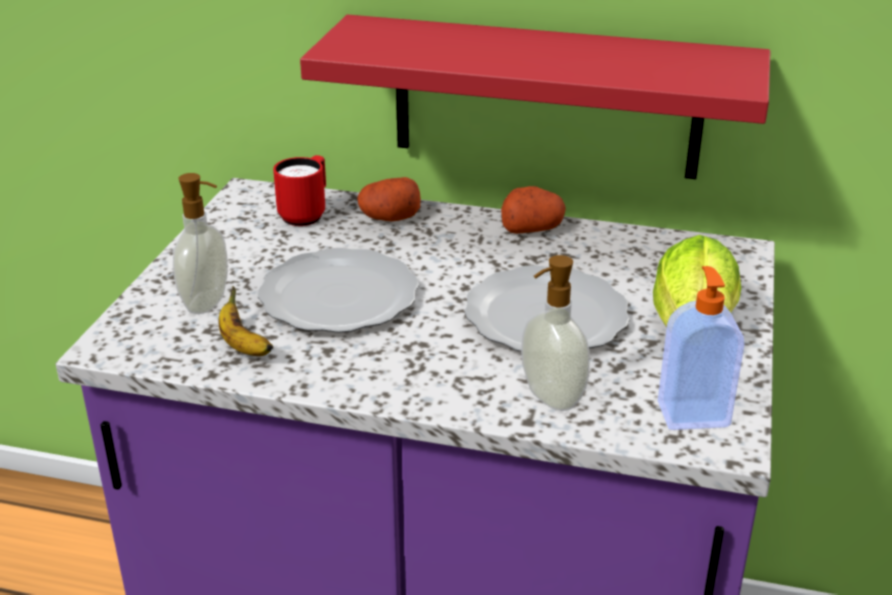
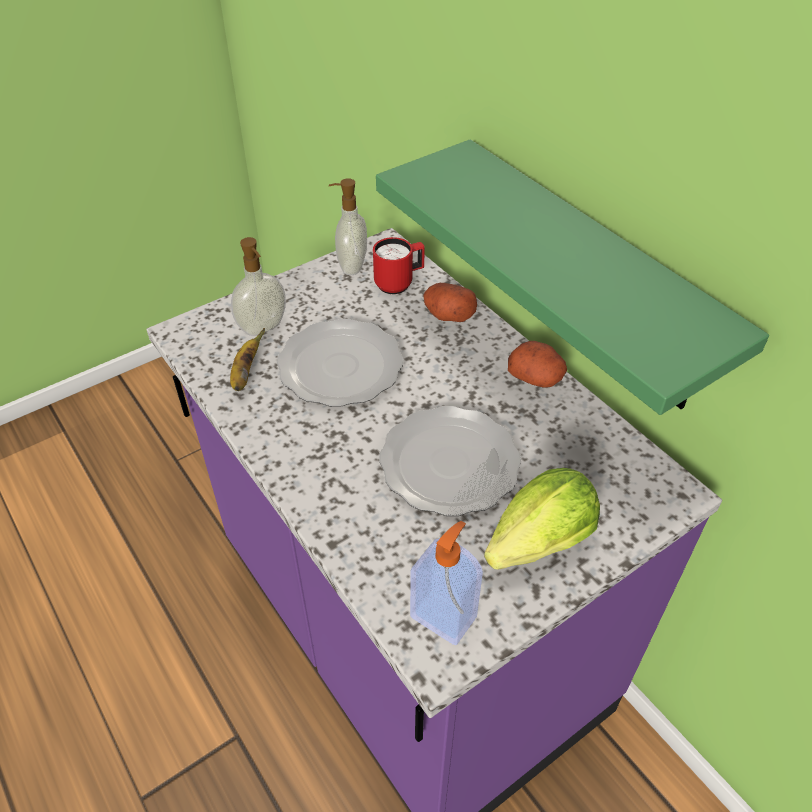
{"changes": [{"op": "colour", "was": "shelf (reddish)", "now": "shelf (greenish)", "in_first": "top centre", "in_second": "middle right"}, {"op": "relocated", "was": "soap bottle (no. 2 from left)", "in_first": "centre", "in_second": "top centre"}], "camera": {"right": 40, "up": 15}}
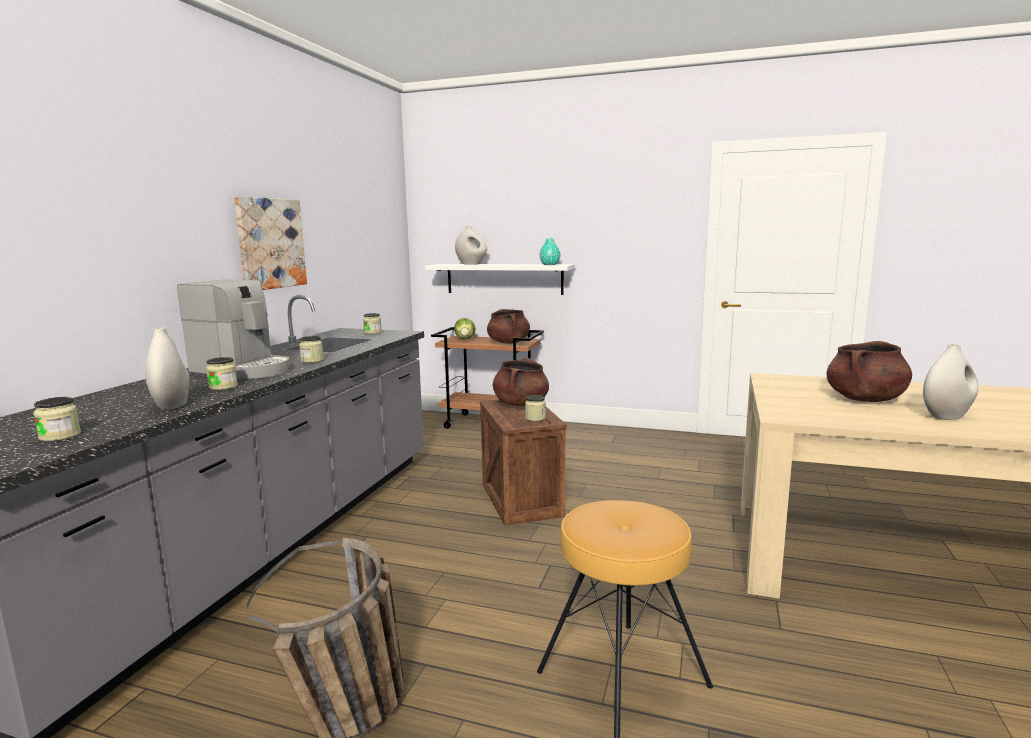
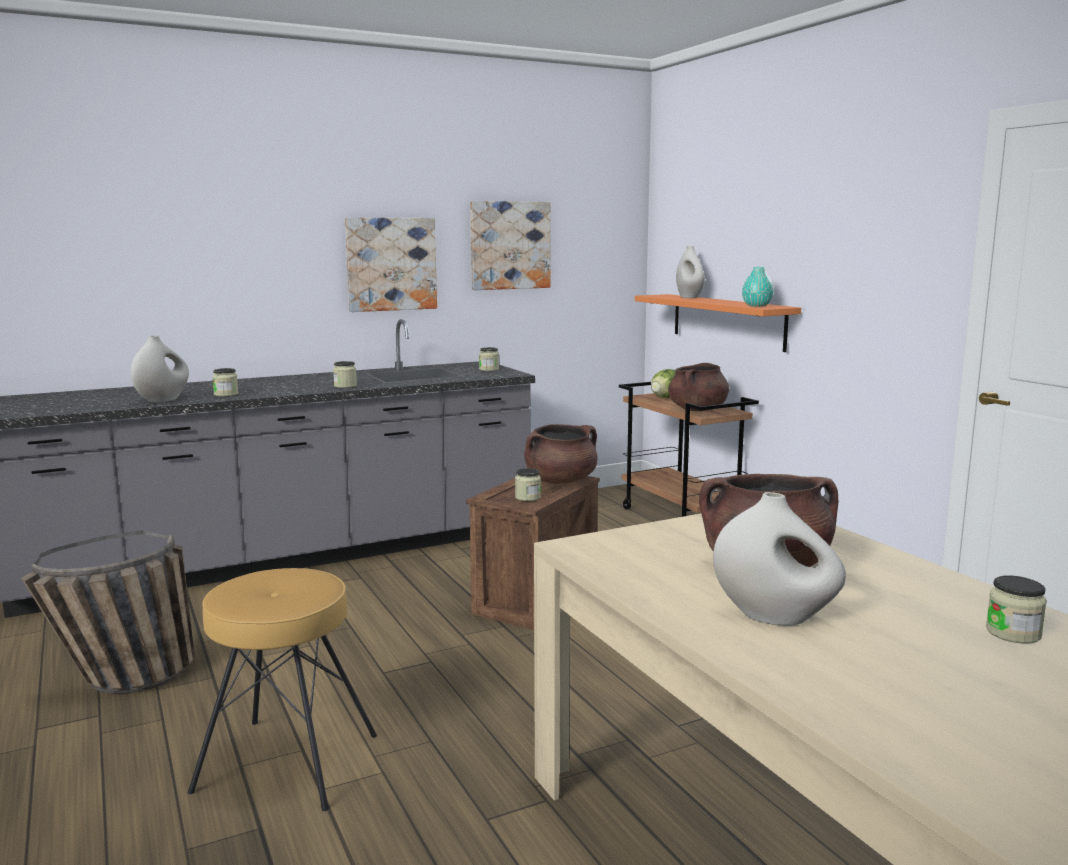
{"changes": [{"op": "relocated", "was": "jar (no. 1 from left in the first image)", "now": "jar (no. 5 from left)", "in_first": "middle left", "in_second": "bottom right"}, {"op": "missing", "was": "coffee machine", "in_first": "middle left"}, {"op": "colour", "was": "shelf (whitish)", "now": "shelf (orange)", "in_first": "centre", "in_second": "middle right"}, {"op": "appeared", "now": "wall art (no. 2 from left)", "in_second": "top centre"}], "camera": {"right": 45, "up": 0}}
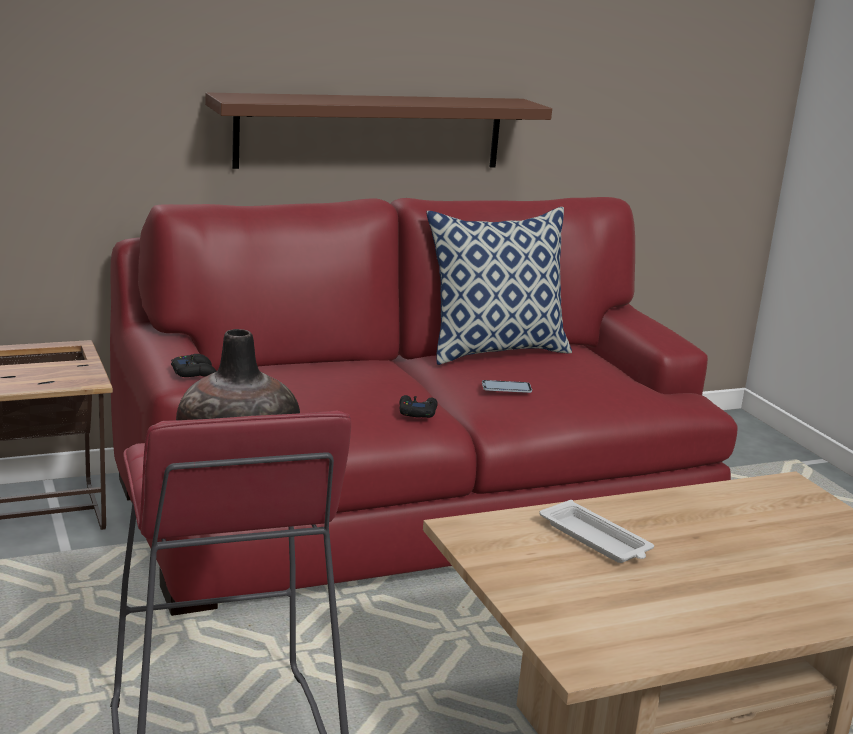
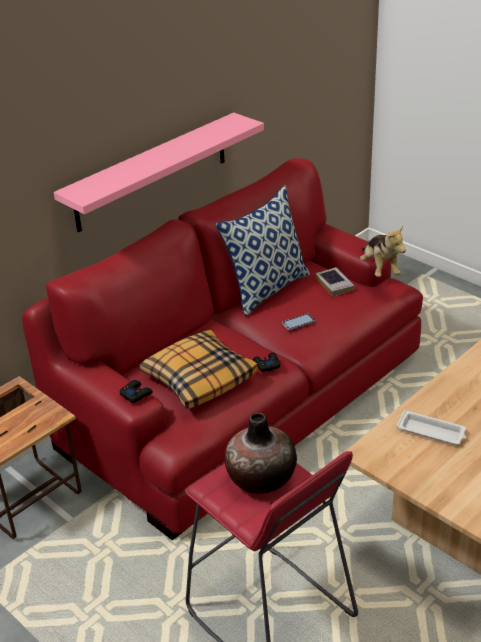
{"changes": [{"op": "colour", "was": "shelf (brownish)", "now": "shelf (pink)", "in_first": "top centre", "in_second": "top left"}, {"op": "appeared", "now": "cushion (no. 1 from left)", "in_second": "centre"}, {"op": "appeared", "now": "book", "in_second": "middle right"}, {"op": "appeared", "now": "cuddly toy", "in_second": "middle right"}], "camera": {"right": -20, "up": 15}}
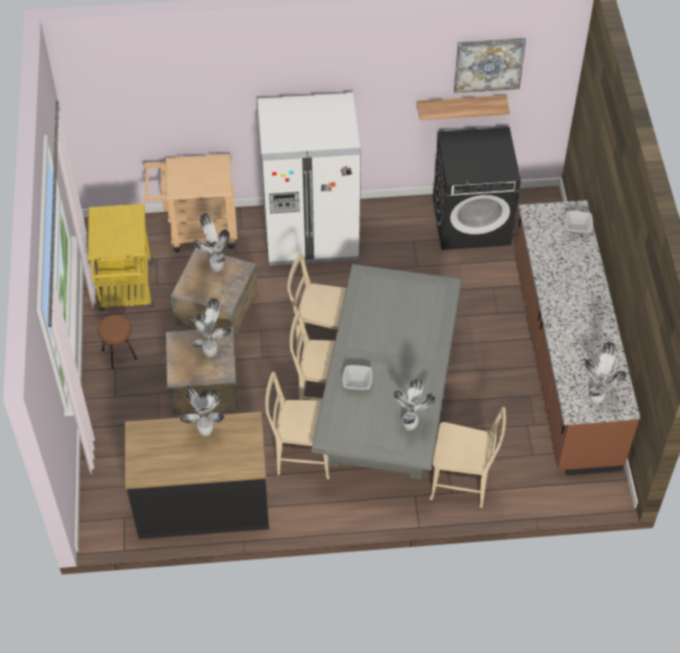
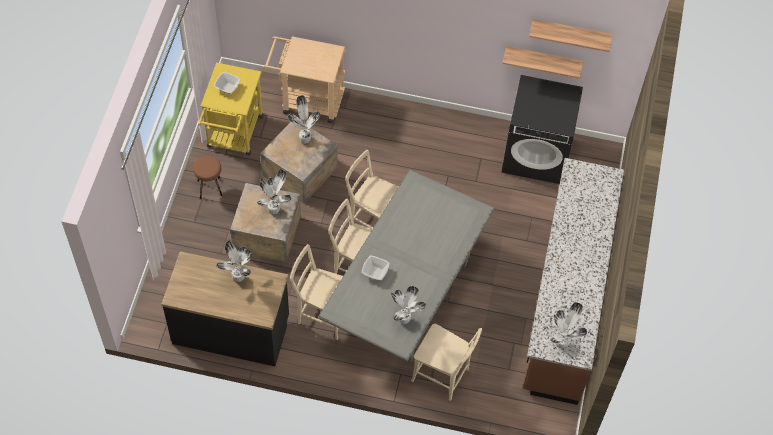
{"changes": [{"op": "missing", "was": "fridge (whitish)", "in_first": "top centre"}, {"op": "exchanged", "was": "wall art", "now": "shelf (no. 2 from left)", "in_first": "top right", "in_second": "top right"}, {"op": "relocated", "was": "bowl (no. 2 from left in the first image)", "now": "bowl (no. 1 from left)", "in_first": "middle right", "in_second": "top left"}], "camera": {"right": 15, "up": 5}}
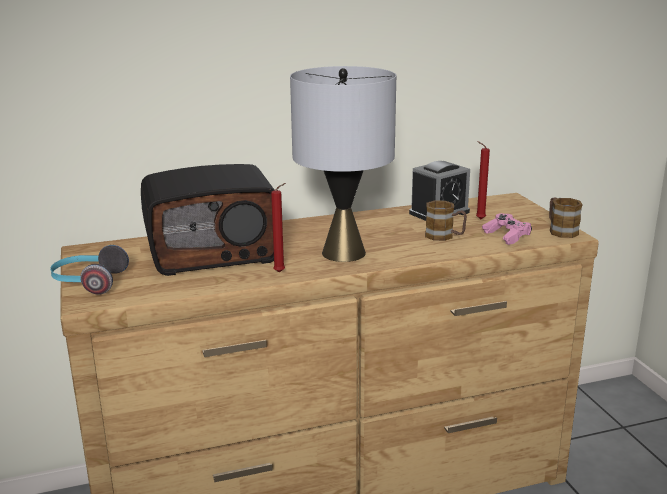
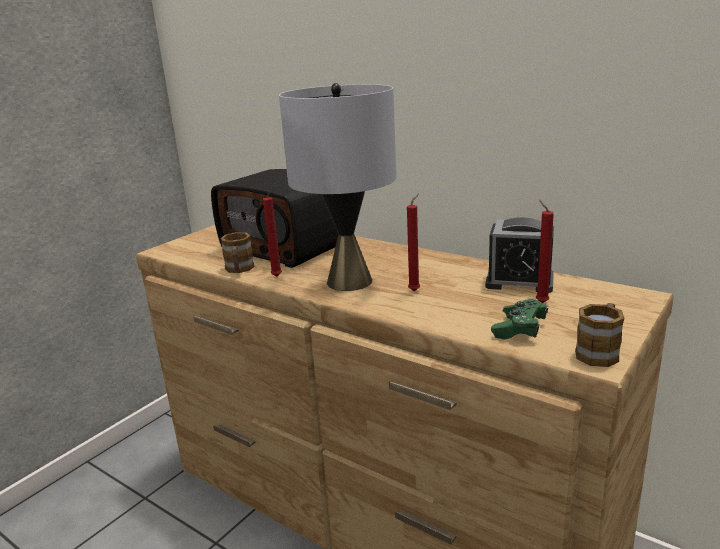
{"changes": [{"op": "missing", "was": "pair of headphones", "in_first": "middle left"}, {"op": "relocated", "was": "coffee mug (no. 1 from left)", "in_first": "middle right", "in_second": "middle left"}, {"op": "colour", "was": "joypad (pink)", "now": "joypad (greenish)", "in_first": "middle right", "in_second": "middle right"}, {"op": "appeared", "now": "candle (reddish) (no. 2 from left)", "in_second": "centre"}], "camera": {"right": 55, "up": 0}}
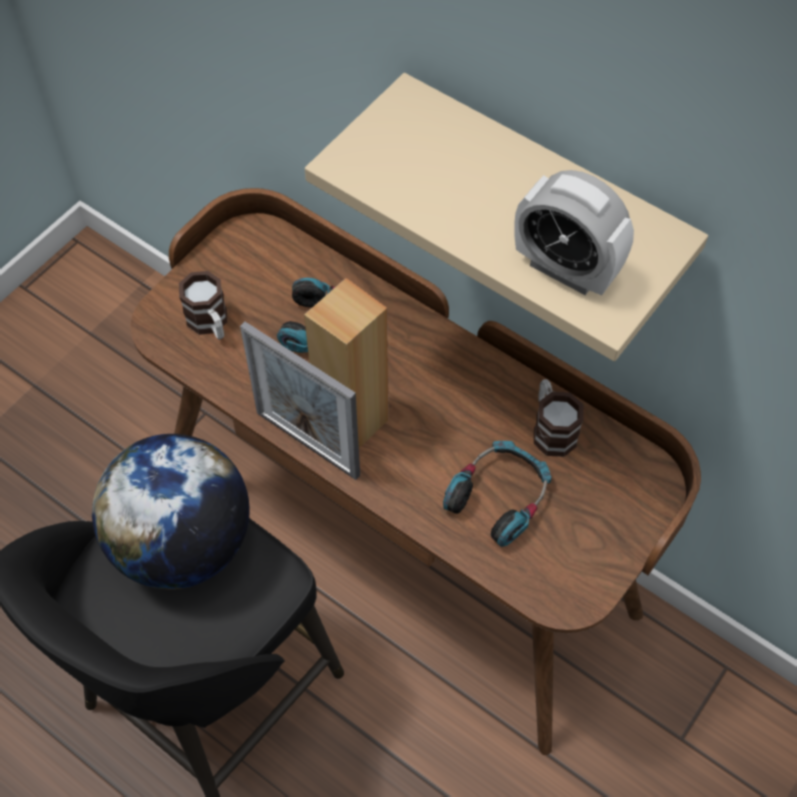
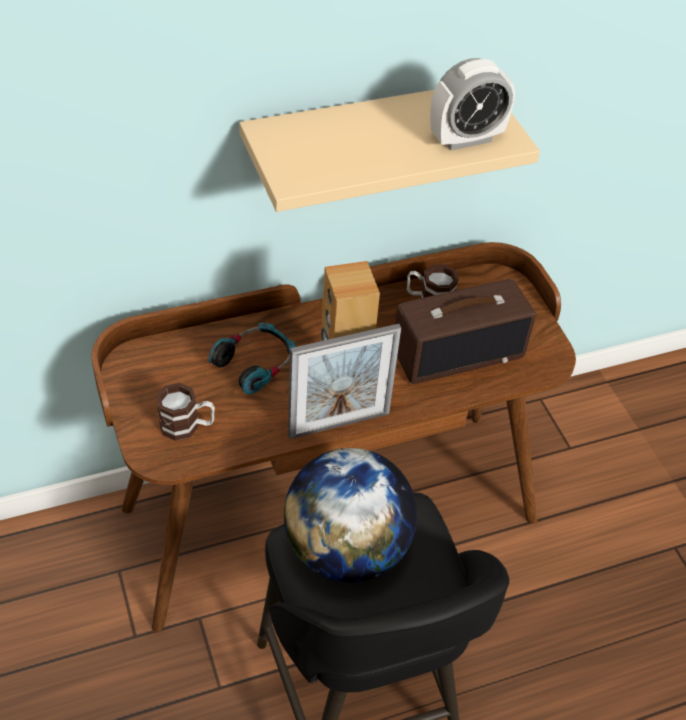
{"changes": [{"op": "exchanged", "was": "pair of headphones (no. 2 from left)", "now": "radio set", "in_first": "centre", "in_second": "middle right"}], "camera": {"right": -60, "up": -10}}
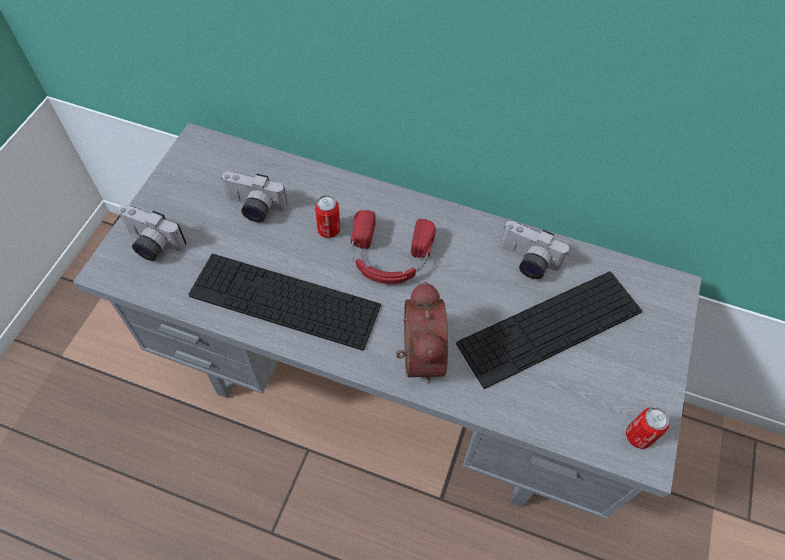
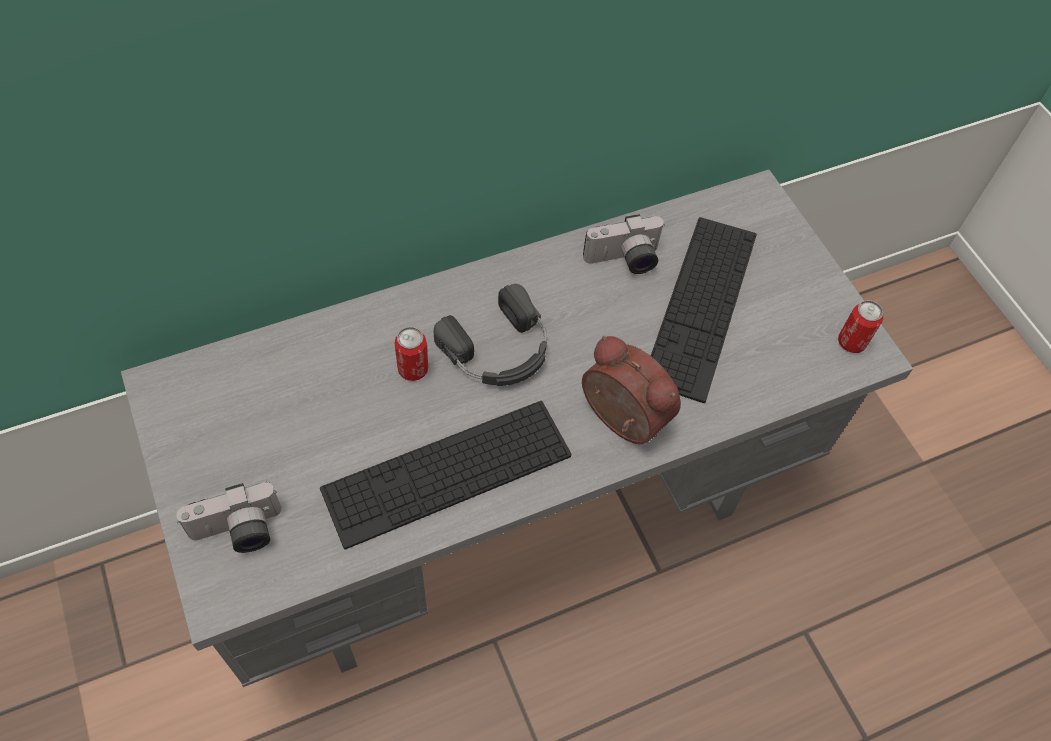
{"changes": [{"op": "missing", "was": "photo camera (no. 2 from left)", "in_first": "middle left"}, {"op": "colour", "was": "pair of headphones (reddish)", "now": "pair of headphones (black-coloured)", "in_first": "centre", "in_second": "centre"}], "camera": {"right": -45, "up": 0}}
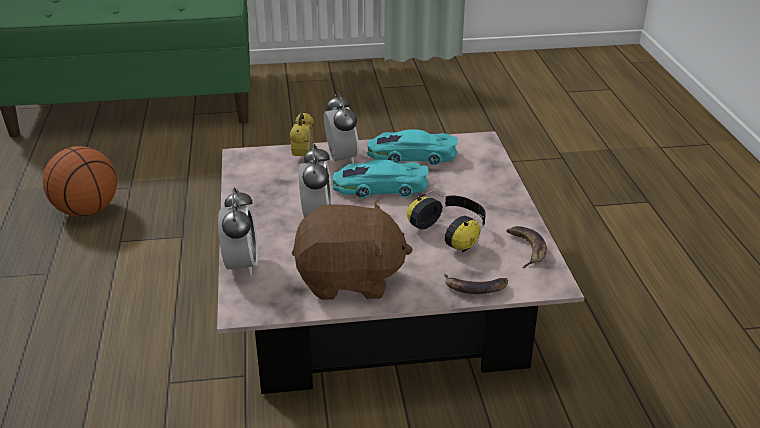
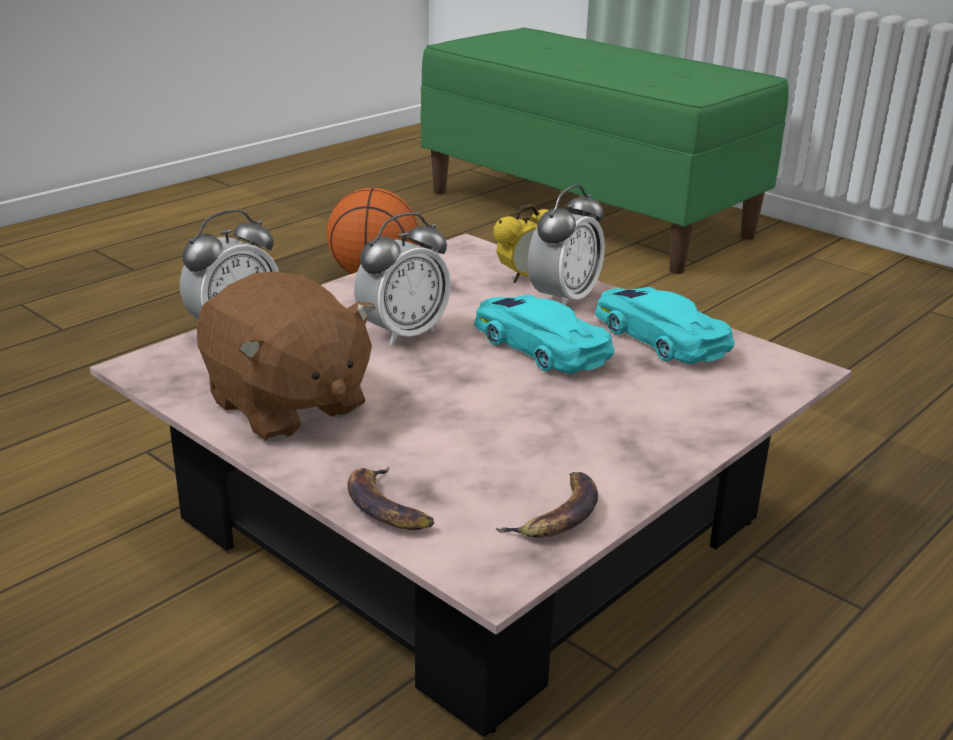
{"changes": [{"op": "missing", "was": "pair of headphones", "in_first": "centre"}], "camera": {"right": 50, "up": -5}}
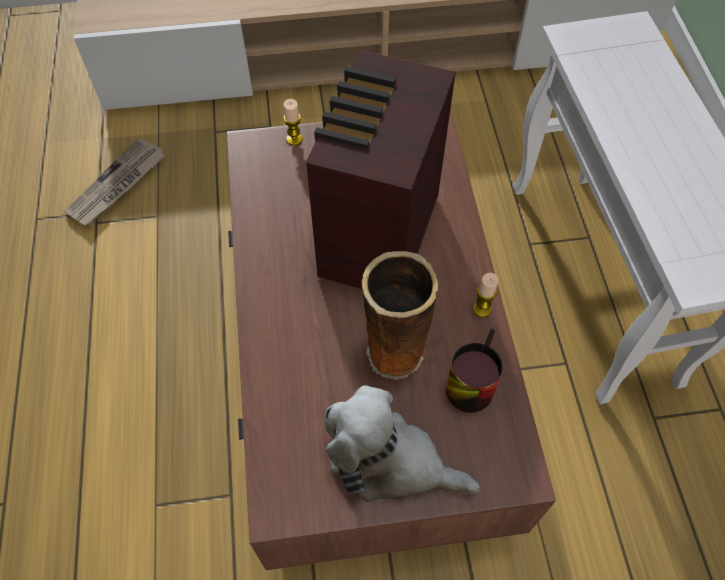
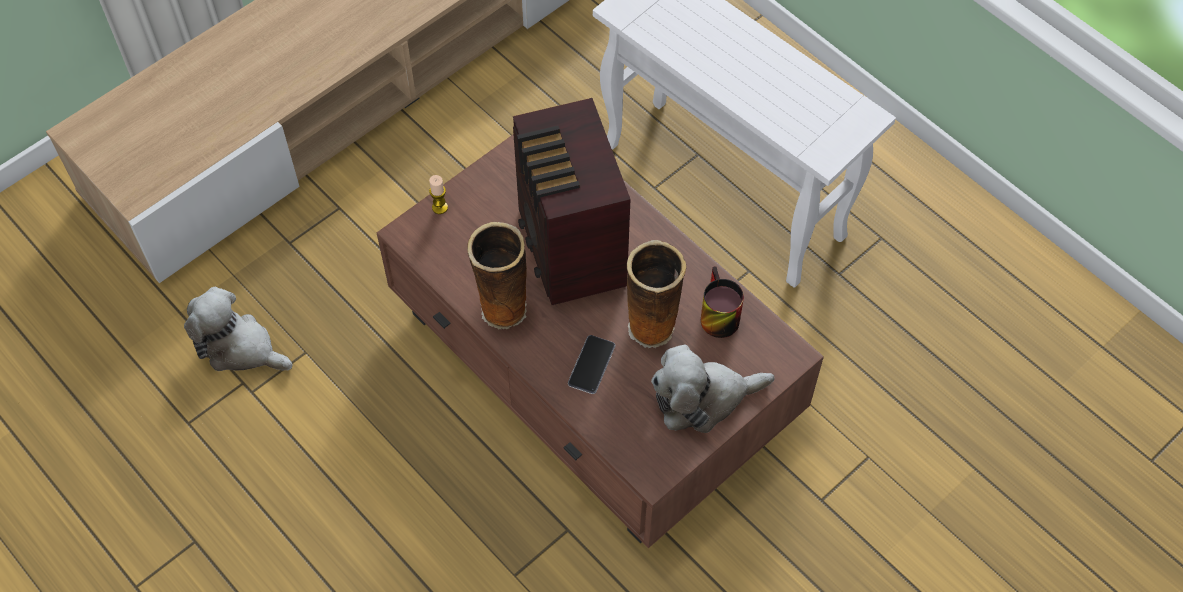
{"changes": [{"op": "exchanged", "was": "newspaper", "now": "cuddly toy (no. 1 from left)", "in_first": "top left", "in_second": "middle left"}, {"op": "missing", "was": "candle (no. 2 from left)", "in_first": "middle right"}, {"op": "appeared", "now": "flower vase (no. 1 from left)", "in_second": "centre"}, {"op": "appeared", "now": "handset", "in_second": "centre"}], "camera": {"right": -35, "up": 0}}
